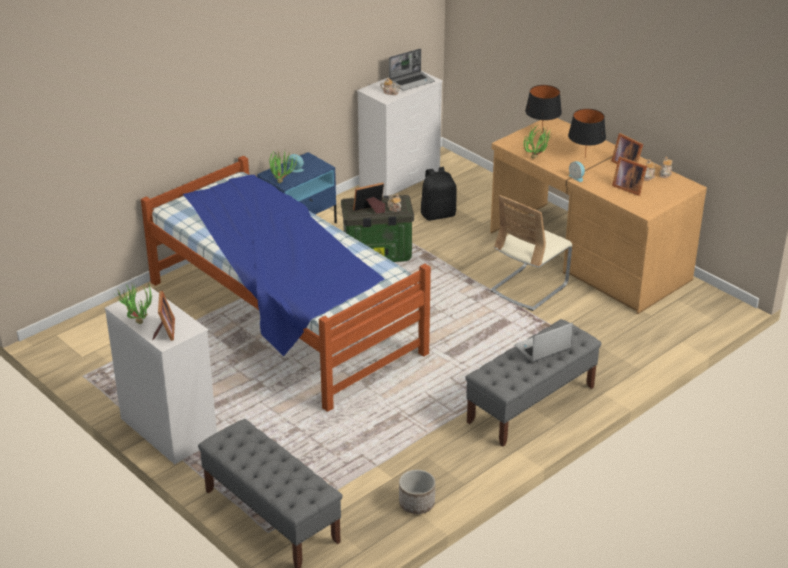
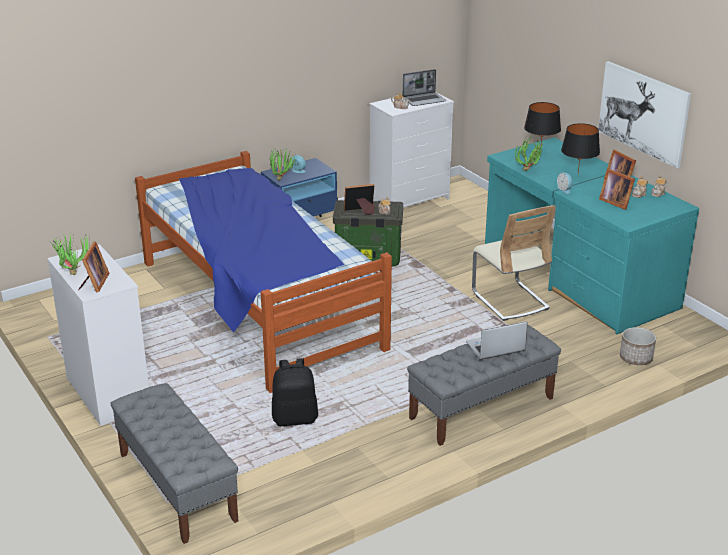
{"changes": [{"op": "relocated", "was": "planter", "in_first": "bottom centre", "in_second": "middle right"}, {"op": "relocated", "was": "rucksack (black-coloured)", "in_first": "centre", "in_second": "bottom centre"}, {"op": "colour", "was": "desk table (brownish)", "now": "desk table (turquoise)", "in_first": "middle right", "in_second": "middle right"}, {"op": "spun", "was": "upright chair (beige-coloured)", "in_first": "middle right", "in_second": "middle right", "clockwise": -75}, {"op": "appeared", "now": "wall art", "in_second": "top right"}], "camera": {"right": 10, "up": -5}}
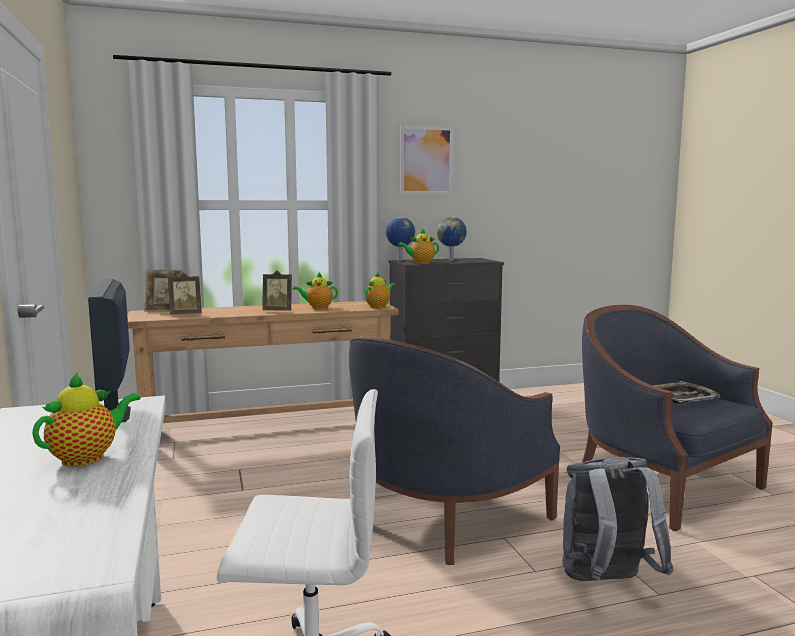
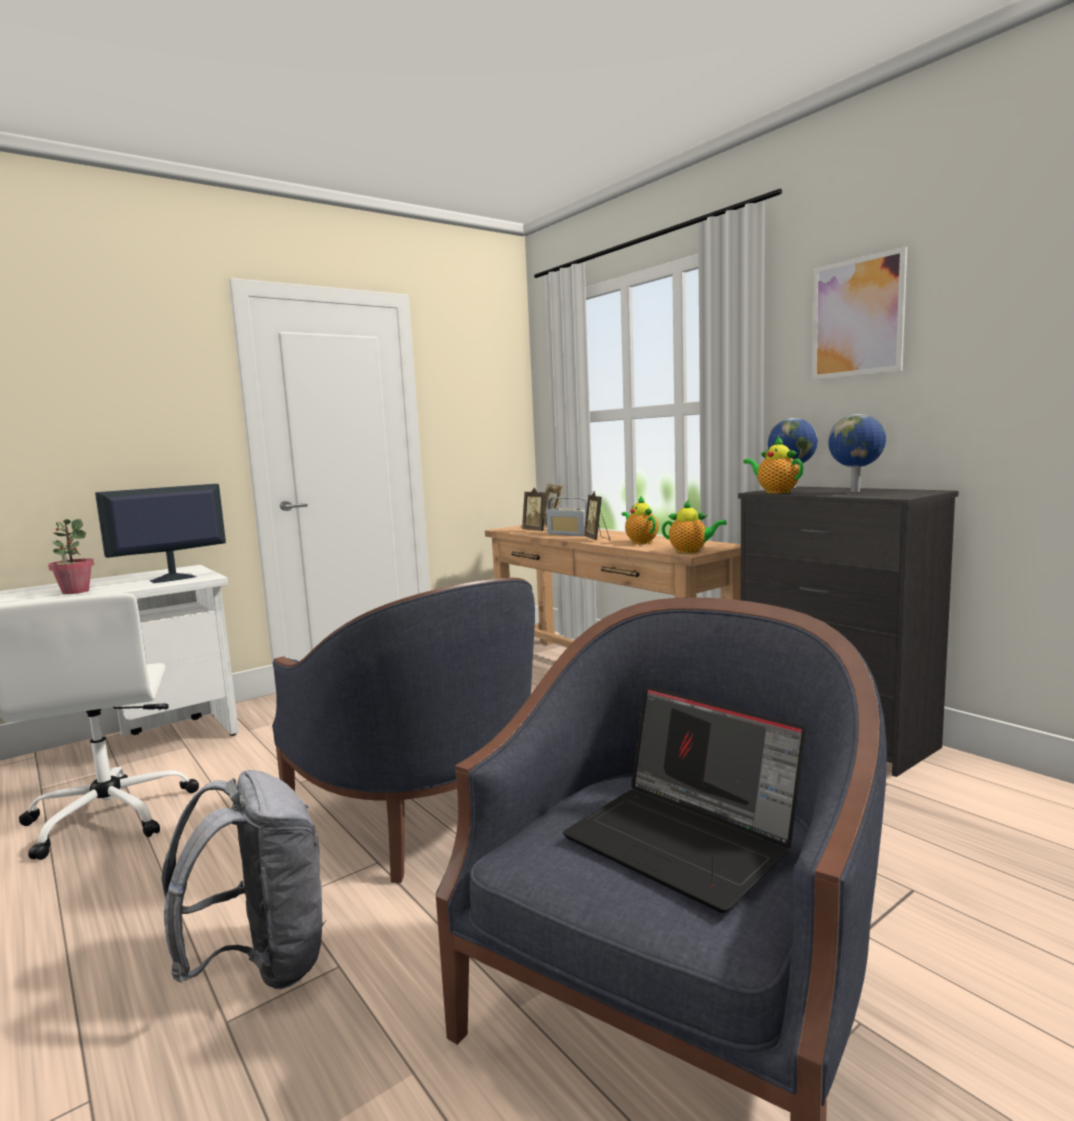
{"changes": [{"op": "exchanged", "was": "pot for tea (no. 1 from left)", "now": "potted plant", "in_first": "middle left", "in_second": "middle left"}, {"op": "spun", "was": "easy chair (blue-coloured) (no. 1 from left)", "in_first": "bottom centre", "in_second": "centre", "clockwise": -150}, {"op": "exchanged", "was": "serving tray", "now": "notebook computer", "in_first": "middle right", "in_second": "bottom centre"}, {"op": "appeared", "now": "radio set", "in_second": "centre"}], "camera": {"right": 70, "up": 0}}
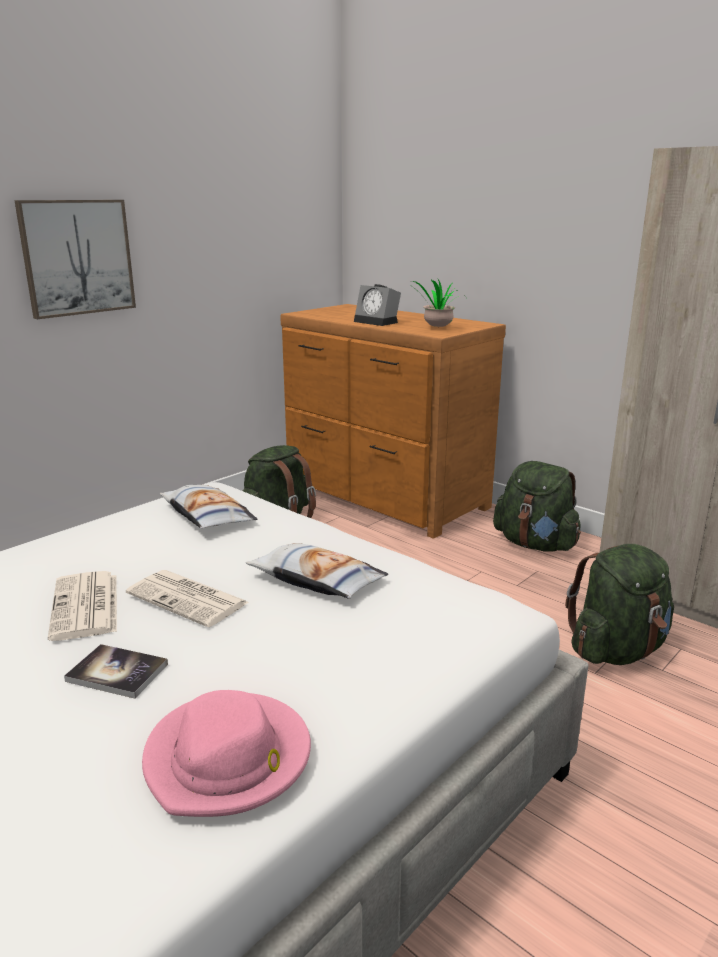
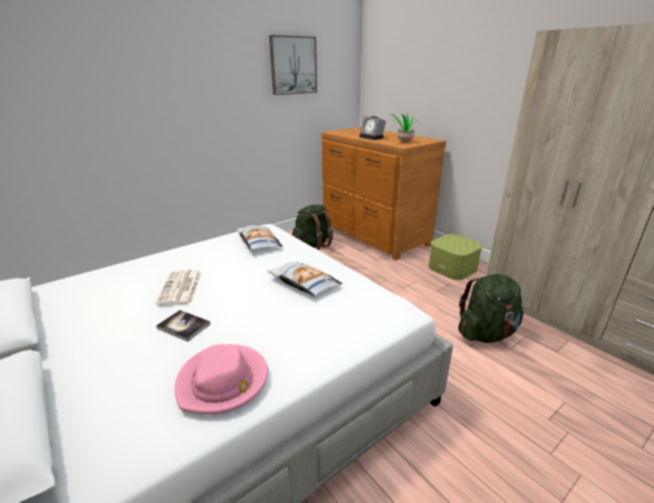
{"changes": [{"op": "relocated", "was": "wall art", "in_first": "top left", "in_second": "top centre"}, {"op": "missing", "was": "newspaper (no. 2 from left)", "in_first": "middle left"}, {"op": "exchanged", "was": "rucksack (greenish) (no. 2 from left)", "now": "storage bin", "in_first": "middle right", "in_second": "middle right"}], "camera": {"right": 10, "up": 5}}
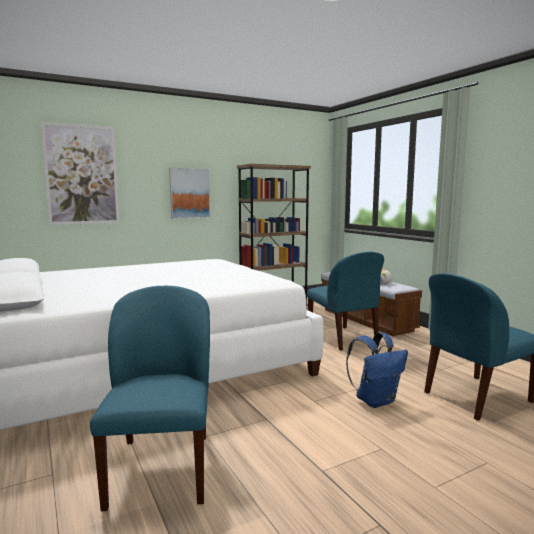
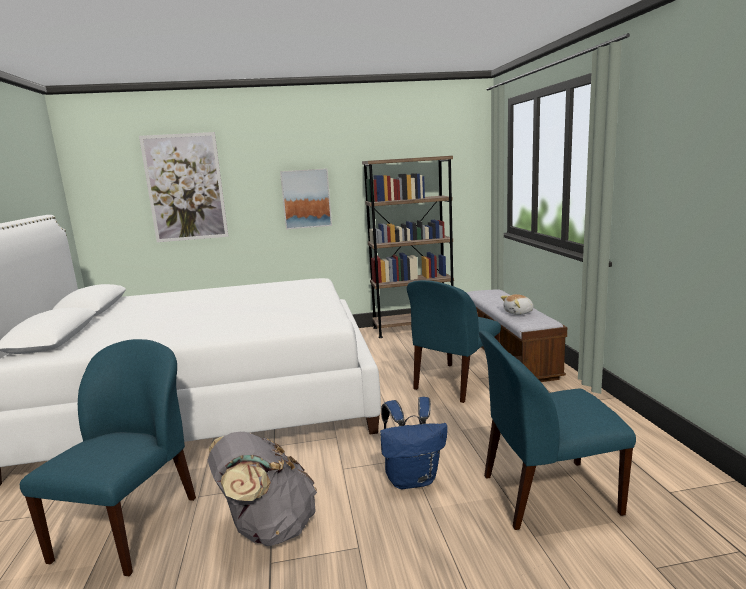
{"changes": [{"op": "spun", "was": "upright chair (blue-coloured) (no. 2 from left)", "in_first": "centre", "in_second": "centre", "clockwise": 45}, {"op": "appeared", "now": "rucksack (greyish)", "in_second": "bottom centre"}], "camera": {"right": 20, "up": 5}}
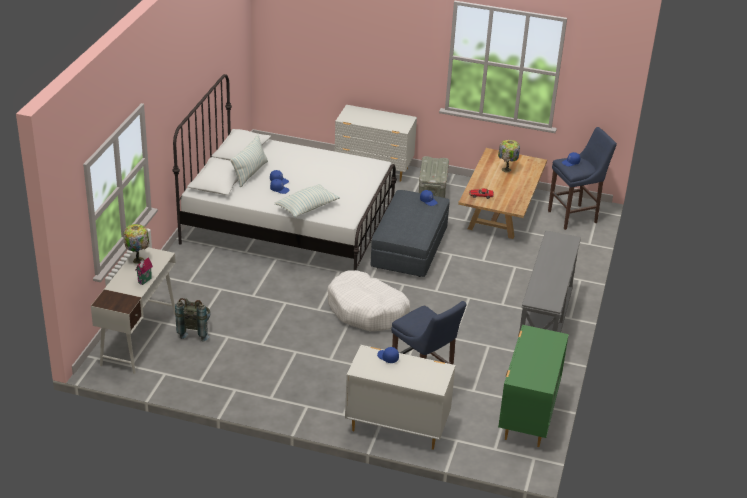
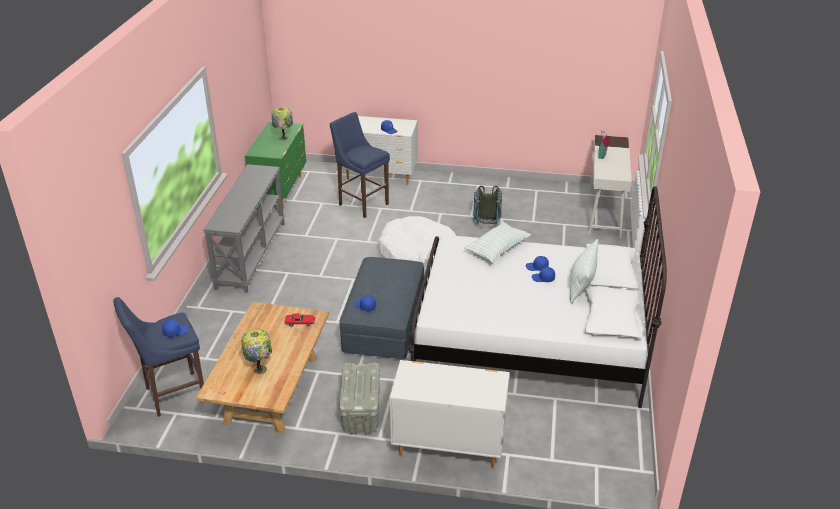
{"changes": [{"op": "relocated", "was": "tabletop lamp (no. 1 from left in the first image)", "now": "tabletop lamp (no. 2 from left)", "in_first": "middle left", "in_second": "top centre"}, {"op": "relocated", "was": "rucksack (greyish)", "in_first": "middle left", "in_second": "centre"}], "camera": {"right": 175, "up": 0}}
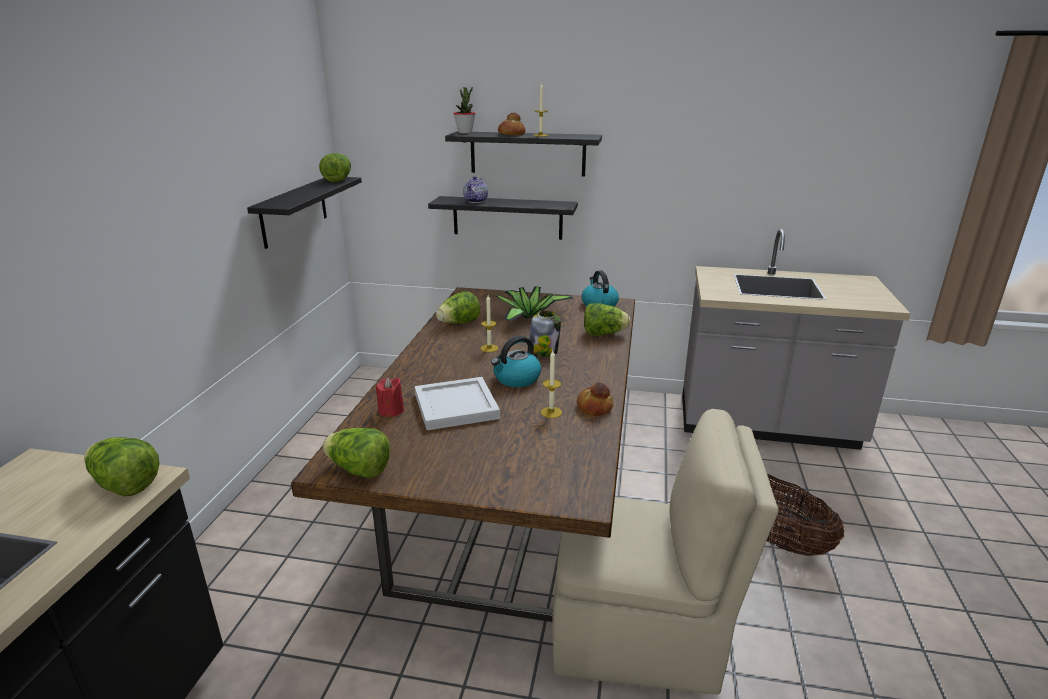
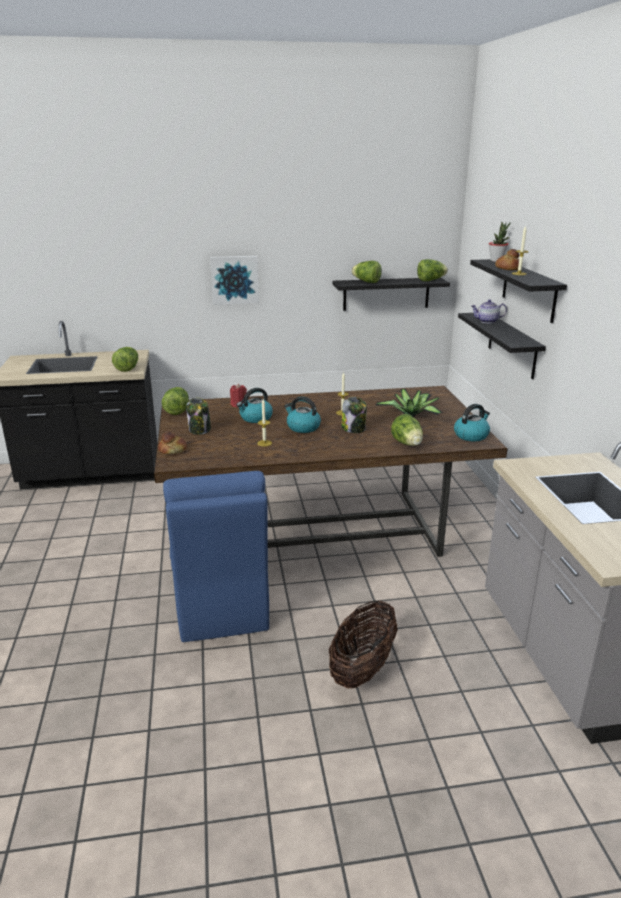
{"changes": [{"op": "exchanged", "was": "serving tray (whitish)", "now": "water kettle (no. 1 from left)", "in_first": "centre", "in_second": "centre"}, {"op": "relocated", "was": "lettuce head (no. 4 from left in the first image)", "now": "lettuce head (no. 3 from left)", "in_first": "centre", "in_second": "top centre"}, {"op": "colour", "was": "upright chair (beige-coloured)", "now": "upright chair (blue-coloured)", "in_first": "bottom centre", "in_second": "centre"}, {"op": "relocated", "was": "bread (no. 2 from left in the first image)", "now": "bread (no. 1 from left)", "in_first": "centre", "in_second": "middle left"}, {"op": "appeared", "now": "jar (no. 1 from left)", "in_second": "middle left"}, {"op": "appeared", "now": "wall art", "in_second": "top centre"}], "camera": {"right": 70, "up": 0}}
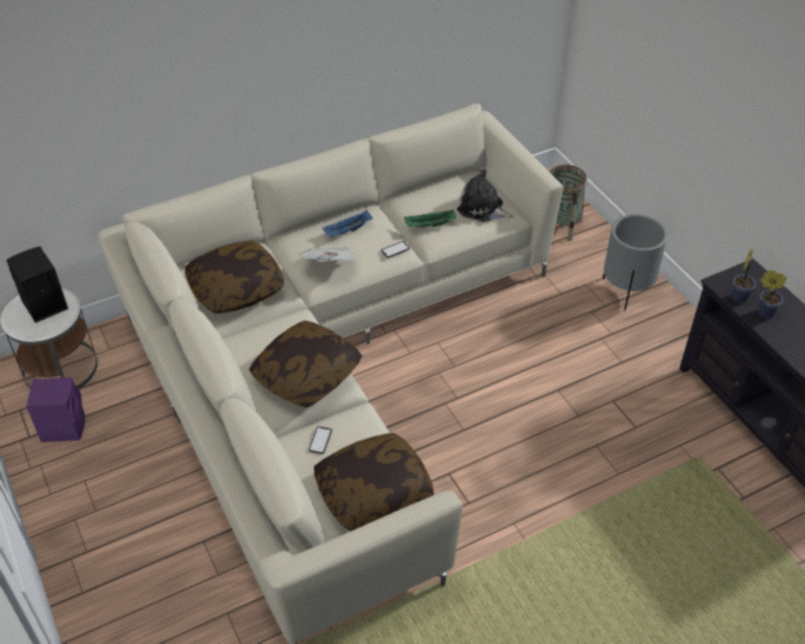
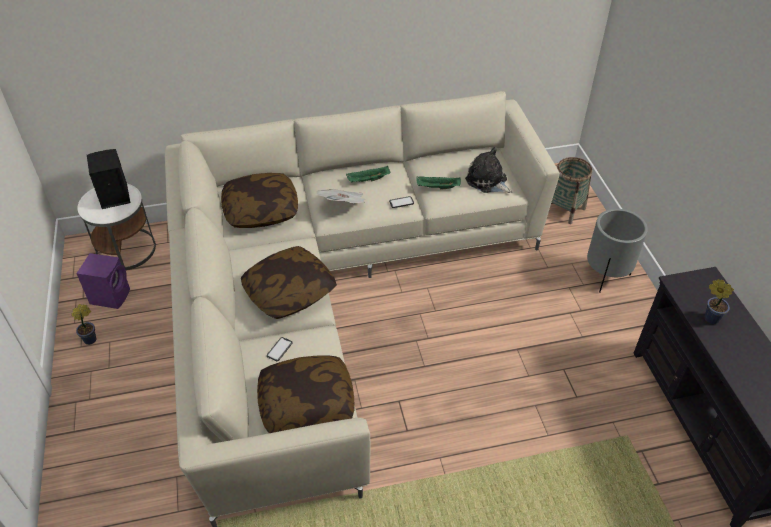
{"changes": [{"op": "colour", "was": "serving tray (blue-coloured)", "now": "serving tray (greenish) (no. 1 from left)", "in_first": "centre", "in_second": "top centre"}, {"op": "relocated", "was": "potted plant (no. 1 from left)", "in_first": "middle right", "in_second": "middle left"}], "camera": {"right": 15, "up": 0}}
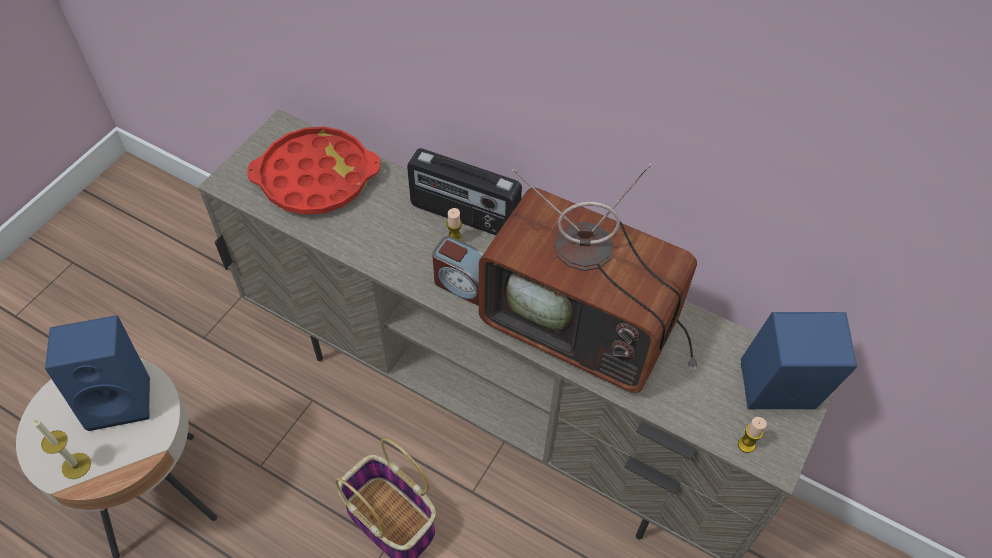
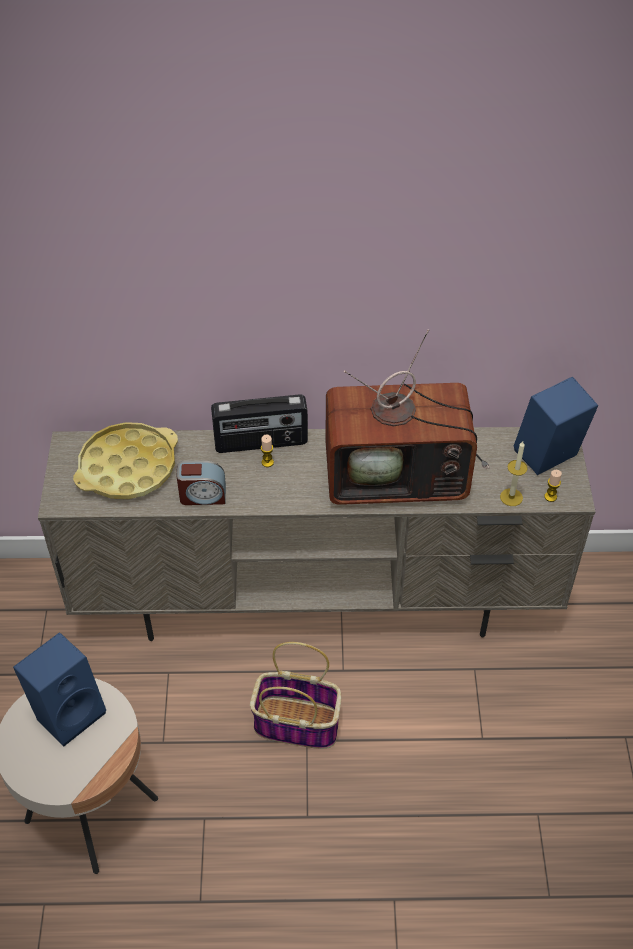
{"changes": [{"op": "relocated", "was": "candle (no. 1 from left in the first image)", "now": "candle (no. 2 from left)", "in_first": "bottom left", "in_second": "middle right"}, {"op": "colour", "was": "serving tray (reddish)", "now": "serving tray (yellow-coloured)", "in_first": "top left", "in_second": "middle left"}, {"op": "relocated", "was": "alarm clock", "in_first": "centre", "in_second": "middle left"}], "camera": {"right": -30, "up": -5}}
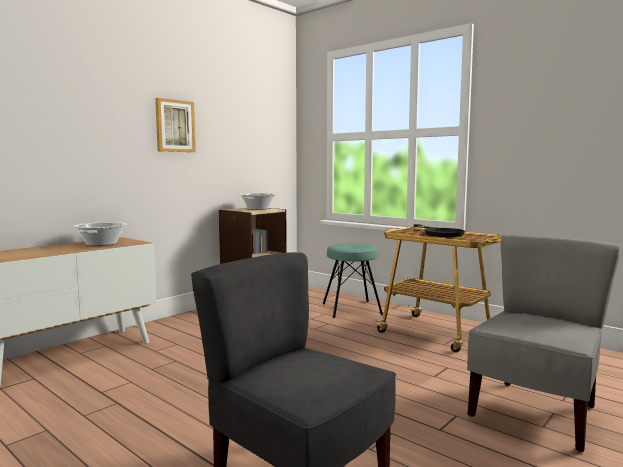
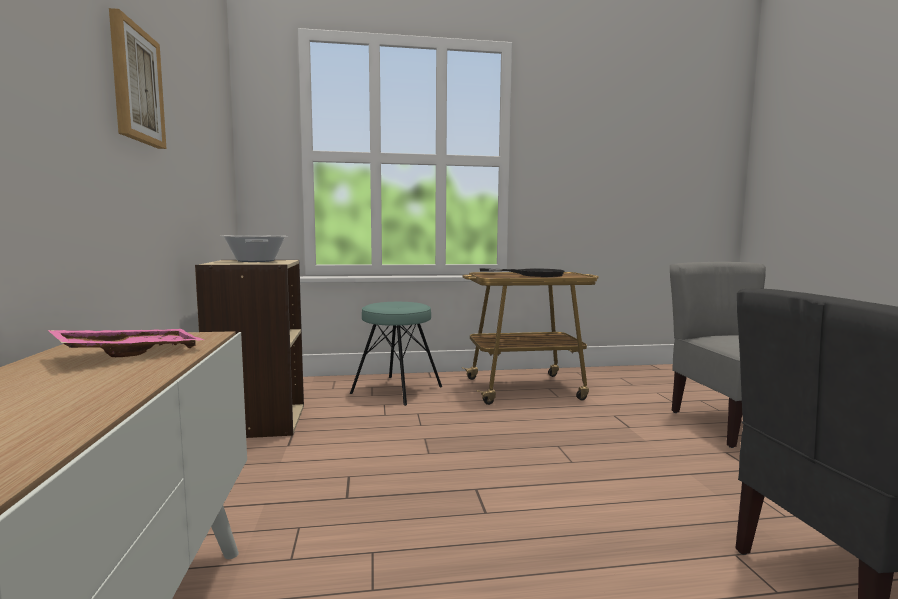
{"changes": [{"op": "exchanged", "was": "stockpot (no. 1 from left)", "now": "serving tray (pink)", "in_first": "middle left", "in_second": "middle left"}], "camera": {"right": -50, "up": 0}}
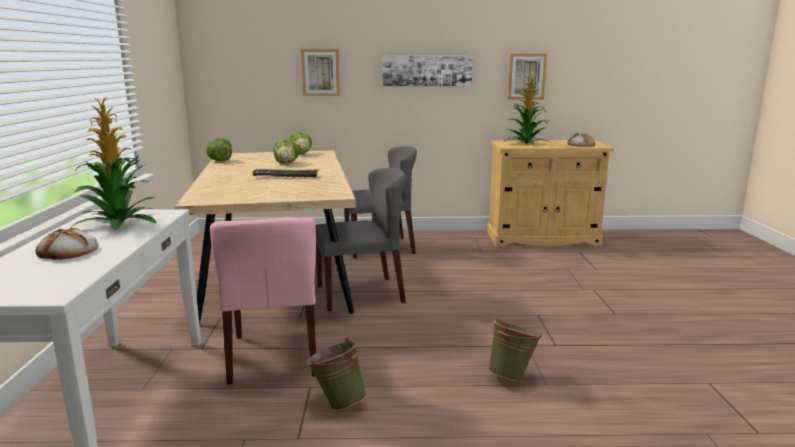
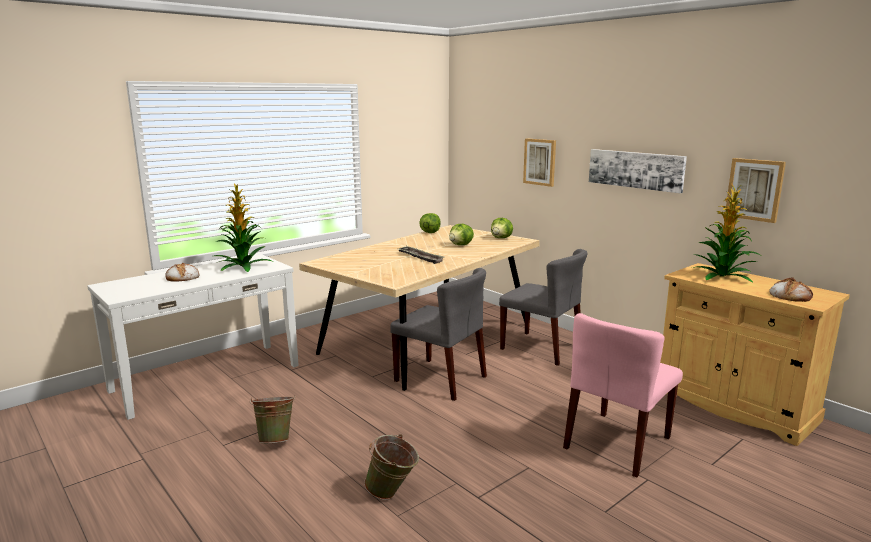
{"changes": [{"op": "relocated", "was": "upright chair (pink)", "in_first": "bottom left", "in_second": "bottom right"}], "camera": {"right": 50, "up": 0}}
